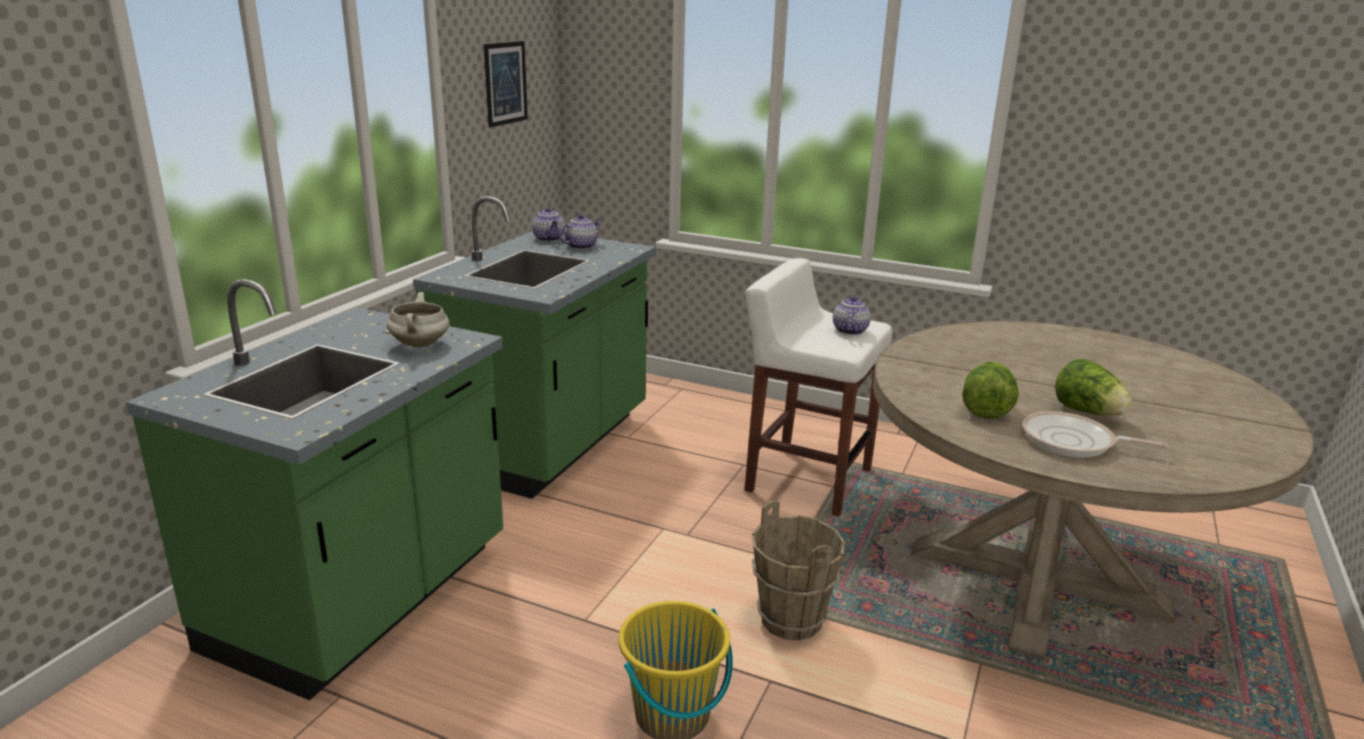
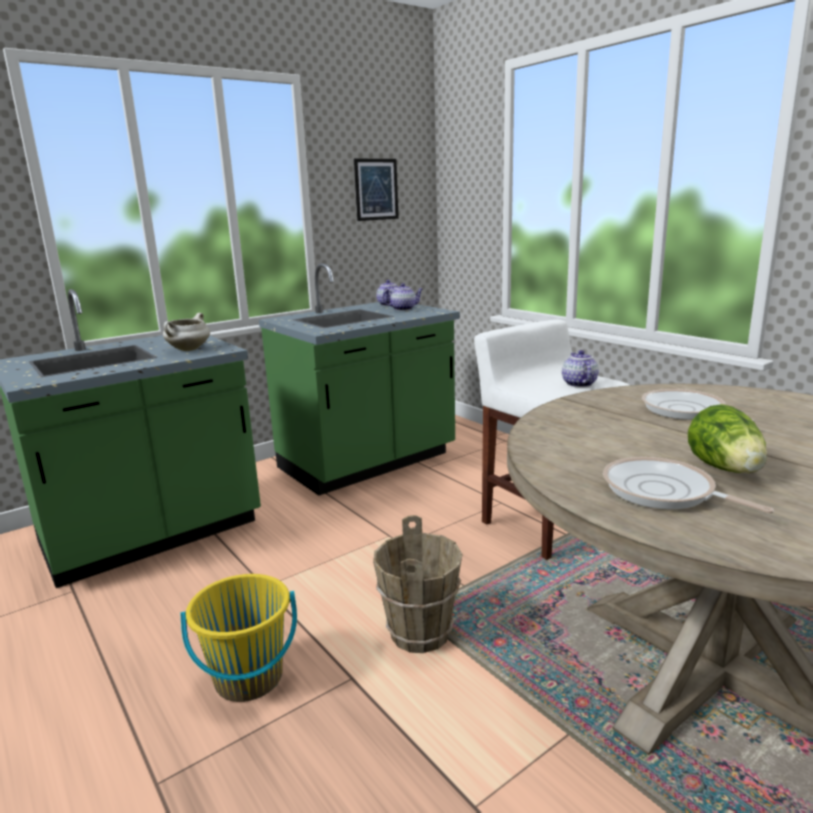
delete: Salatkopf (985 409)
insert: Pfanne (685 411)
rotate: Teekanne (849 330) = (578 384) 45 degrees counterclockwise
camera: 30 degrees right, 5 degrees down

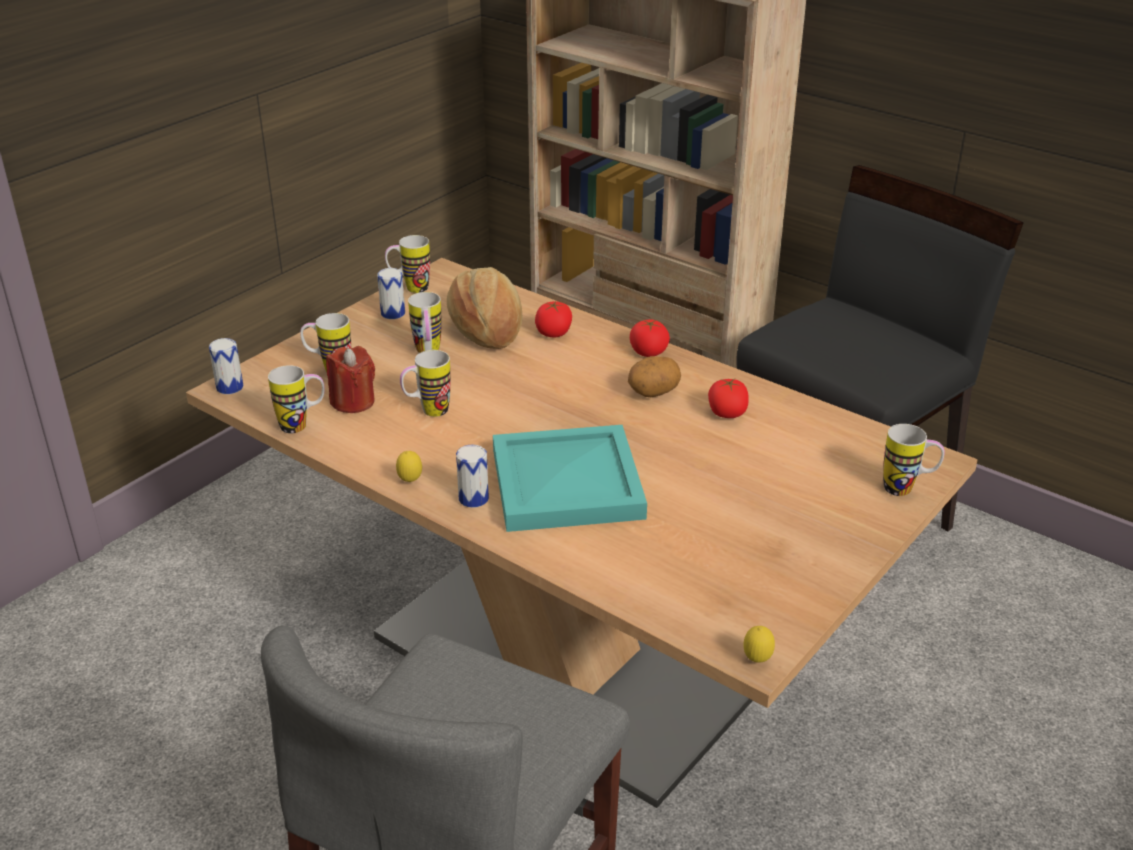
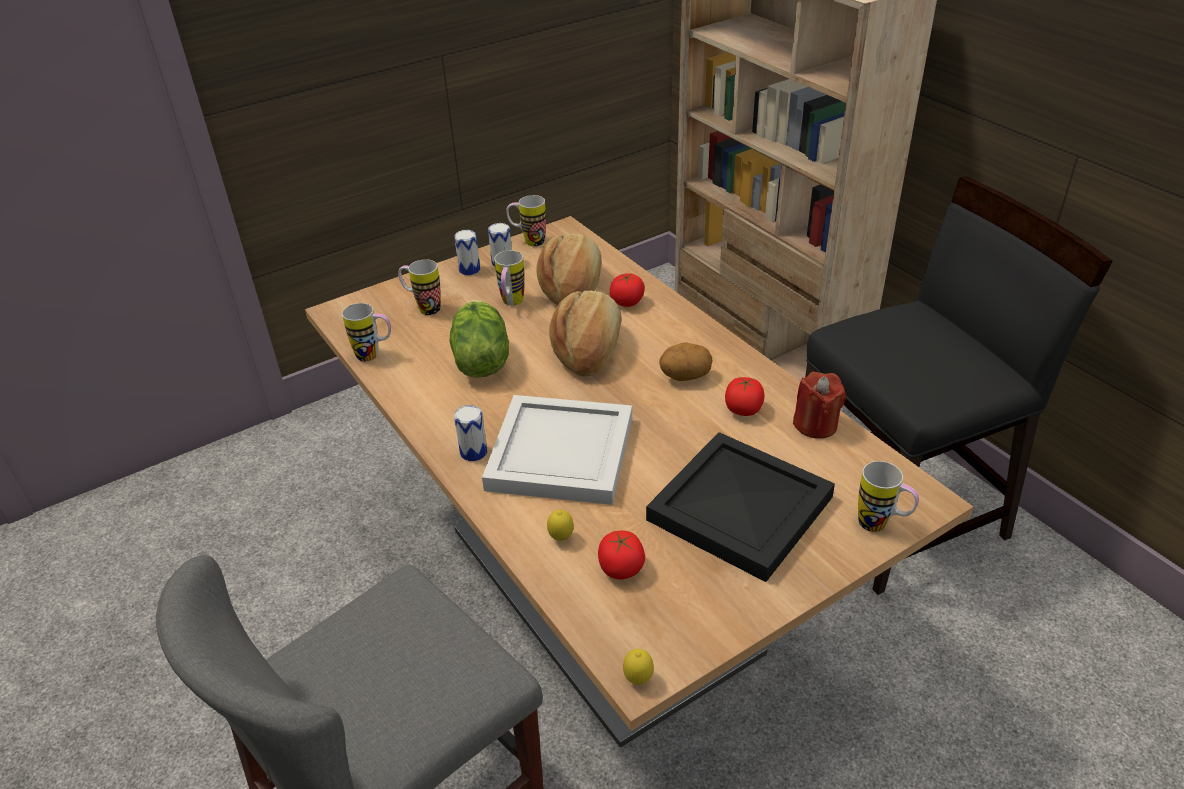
insert: Brot (589 349); Tablett/schwarz (740 511)
move: Dose (229 387) to (469 269); Kerze/rot (353 402) to (815 425); Zitrone (410 481) to (561 538); Tomate (648 352) to (621 568)
replace: Henkelbecher (427 412) to Salatkopf (480 361)
recolor: Tablett/türkis (564 482) to Tablett/weiß (559 452)
camera: 20 degrees right, 5 degrees up

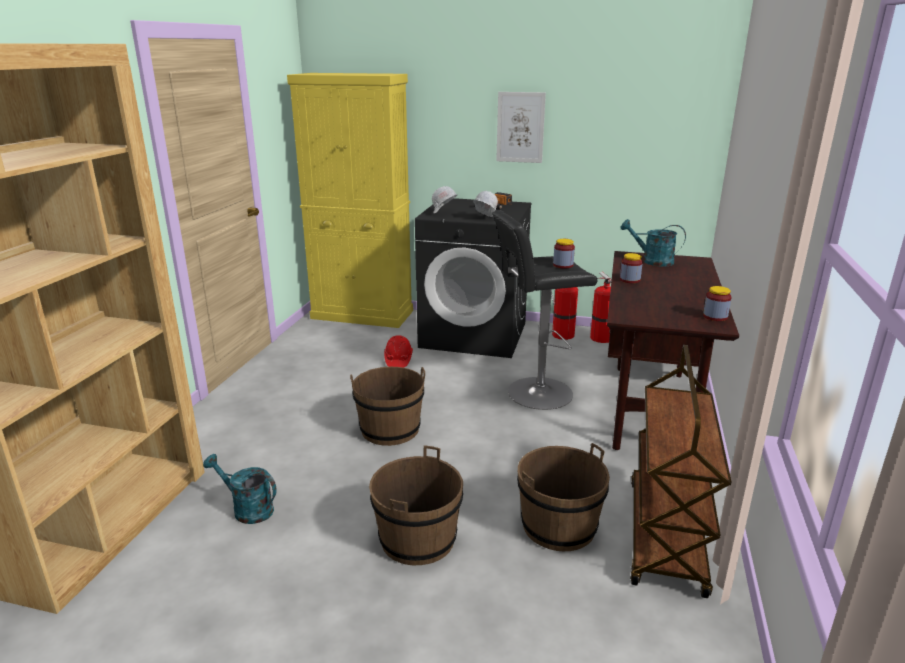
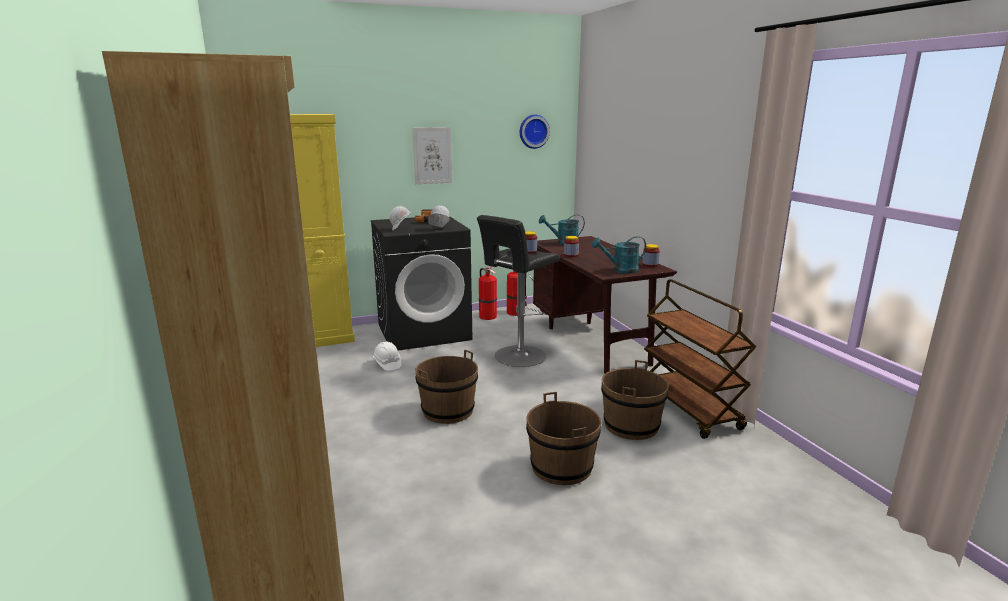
insert: Wanduhr (533 131)
move: Gießkanne/türkis (247 509) to (620 270)
recolor: Schutzhelm/rot (398 360) to Schutzhelm/weiß (387 364)
camera: 35 degrees left, 5 degrees down

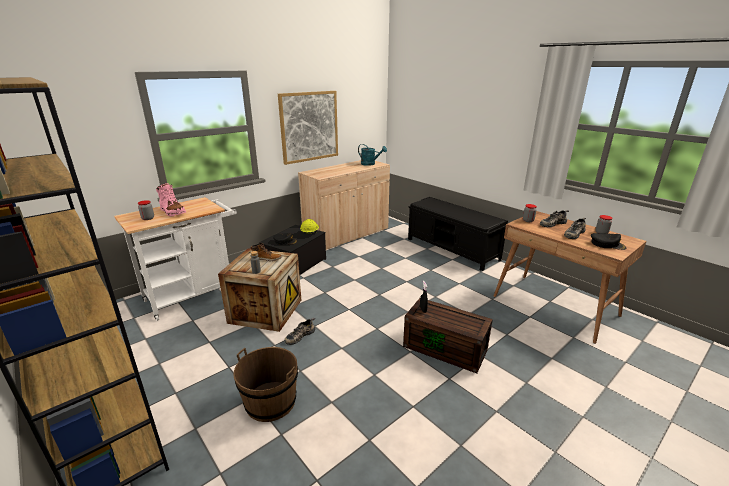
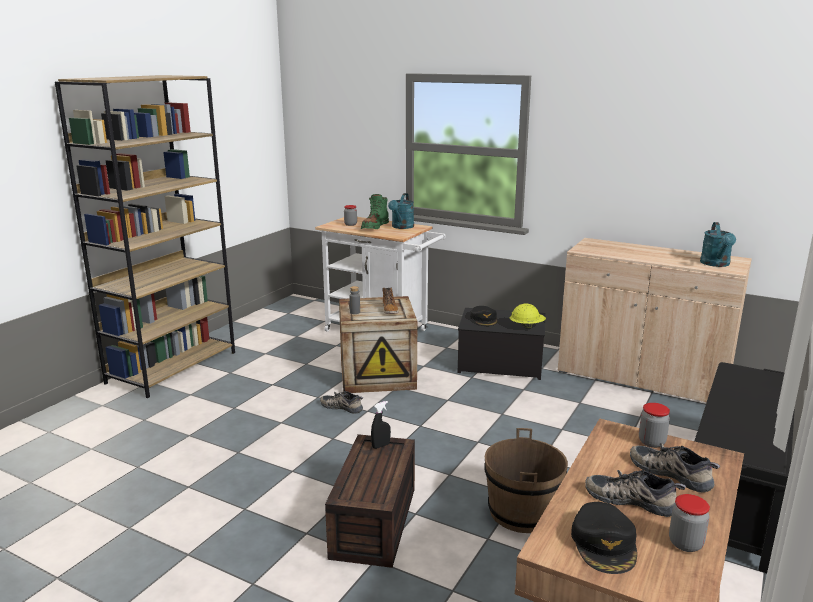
delete: Bild (309 126)
insert: Gießkanne/türkis (401 227)
move: Eimer/braun (270 402) to (522 512)
recolor: Stiefel/rosa (172 212) to Stiefel/grün (375 227)
camera: 70 degrees right, 5 degrees down

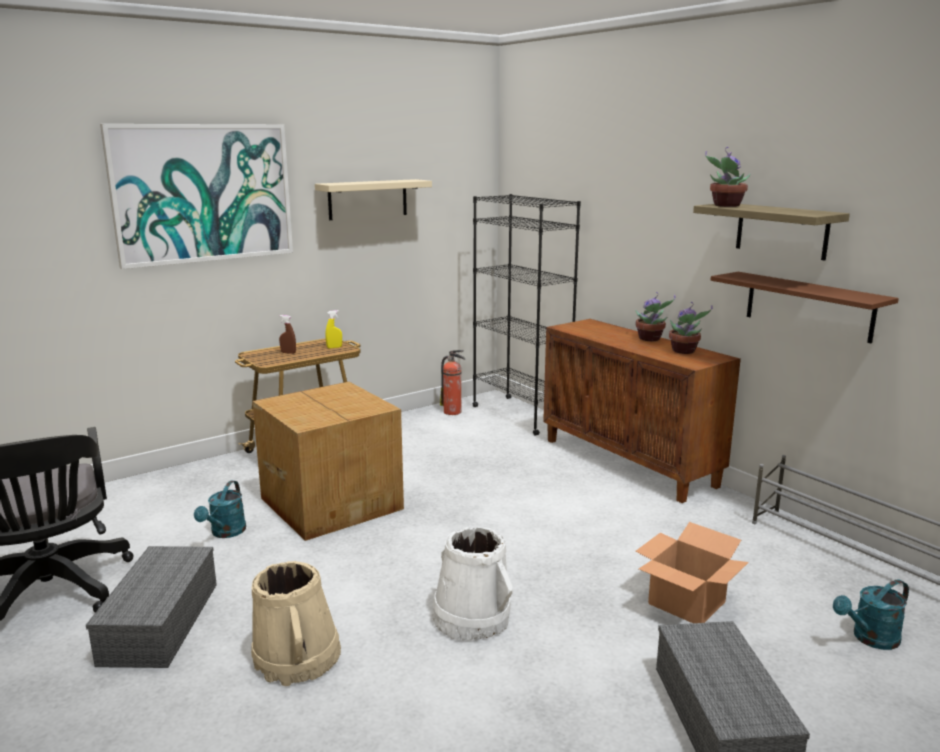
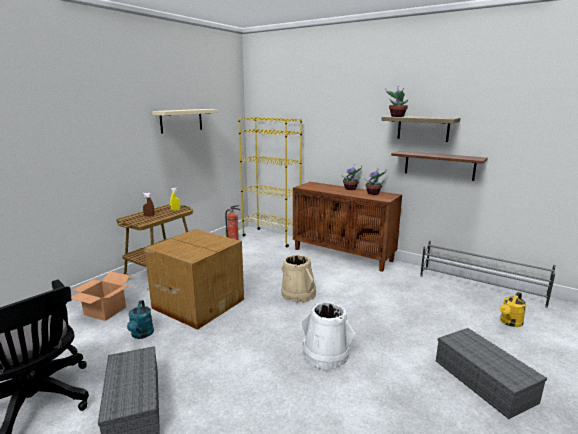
delete: Bild (203 193)
move: Eimer/beige (297 657) to (298 294); Karton (688 603) to (106 311)
recolor: Bücherregal/schwarz (521 415) to Bücherregal/gelb (271 237); Gießkanne/türkis (870 639) to Gießkanne/gelb (510 323)
camera: 20 degrees left, 0 degrees up

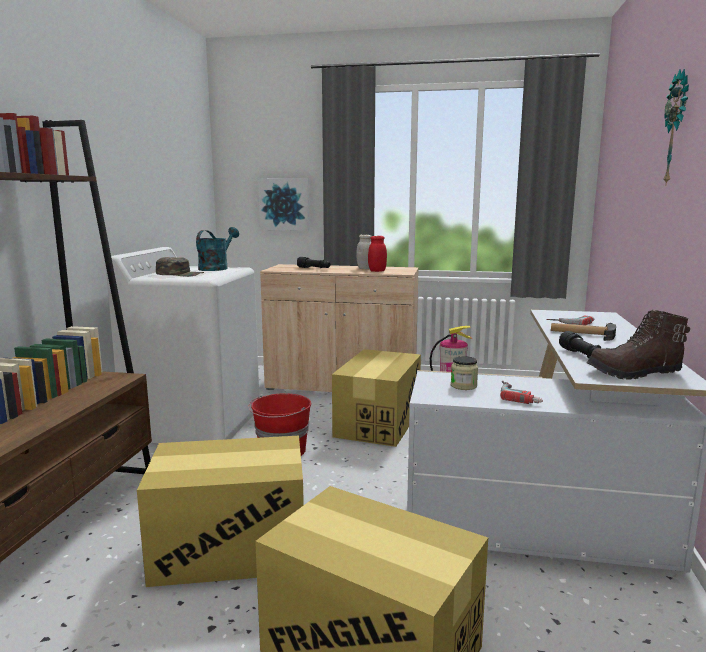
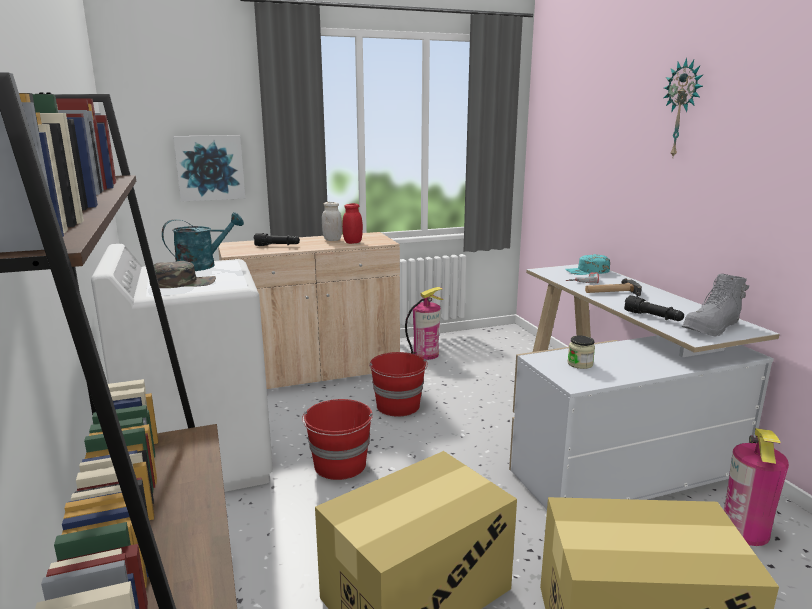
delete: Bohrmaschine (520 395)
insert: Kappe/türkis (587 271); Feuerlöscher (745 531)
replace: Karton (378 423) to Eimer/rot (398 406)
recolor: Stiefel/braun (634 373) to Stiefel/grau (712 328)
rotate: Gießkanne/türkis (216 268) = (203 265) 60 degrees clockwise
camera: 30 degrees left, 5 degrees up

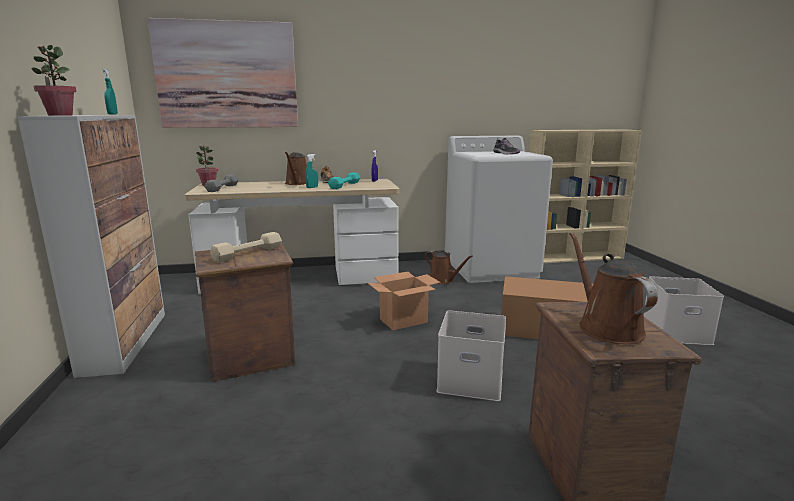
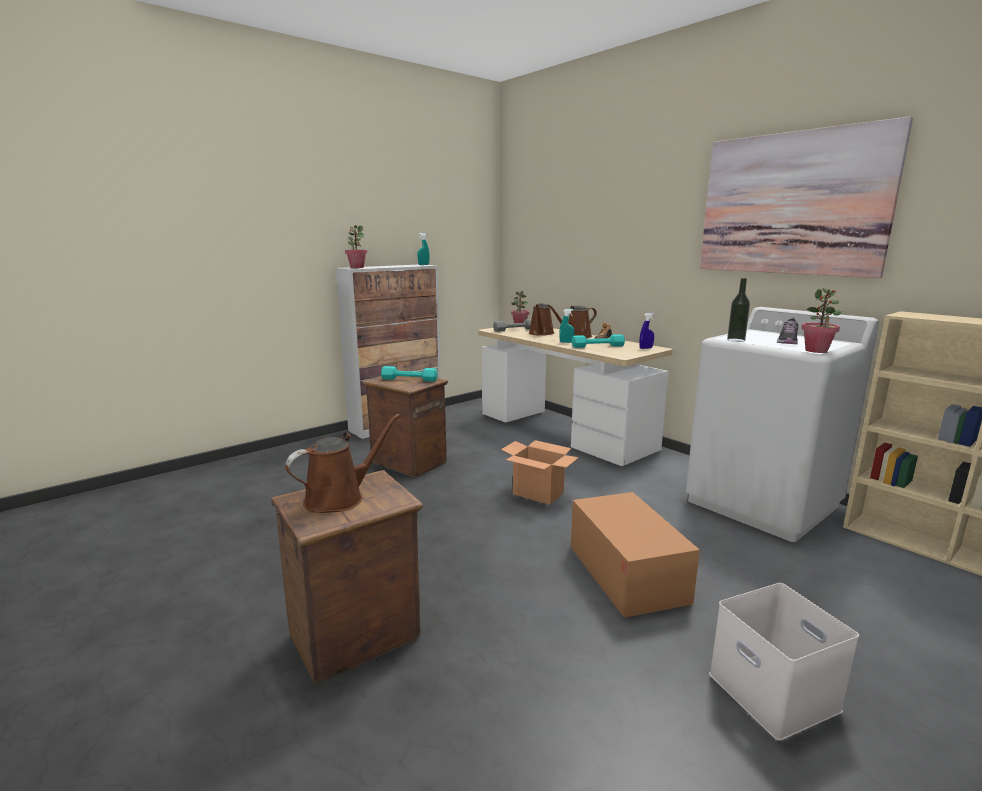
delete: Aufbewahrungsbox/weiß (469 381)
insert: Flasche (736 340); Topfpflanze (816 351)
move: Bild (227 75) to (792 204); Gießkanne/braun (443 280) to (541 333)
recolor: Hantel/beige (248 253) to Hantel/türkis (409 379)
camera: 60 degrees right, 0 degrees up

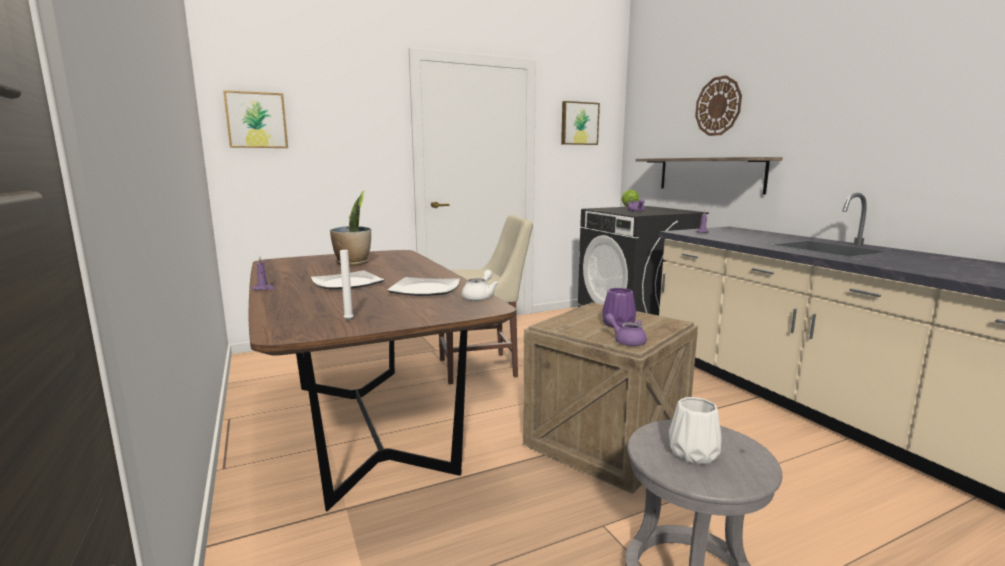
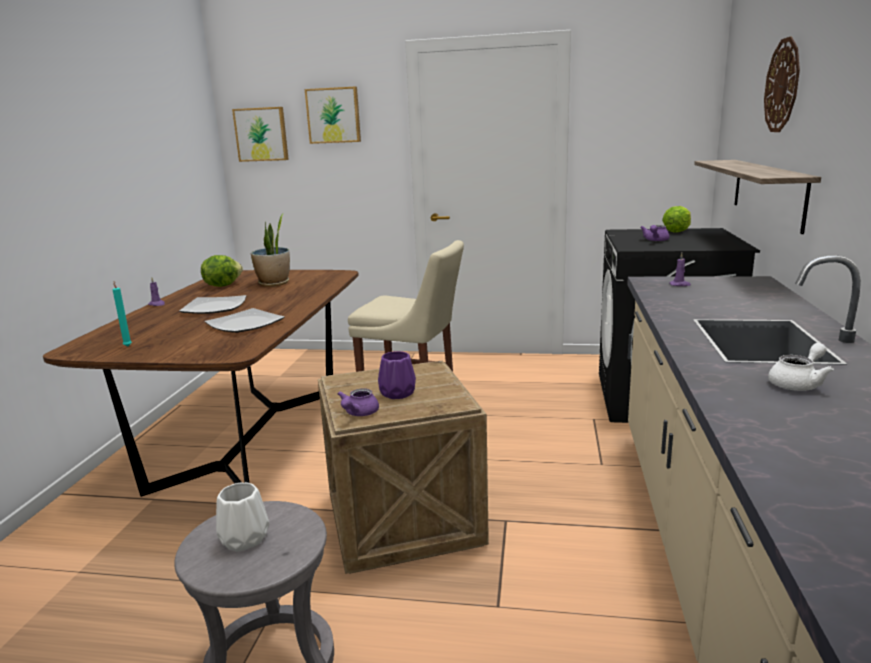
insert: Salatkopf (222 285)
move: Teekanne/weiß (480 297) to (798 383); Bild (579 123) to (334 115)
recolor: Kerze/weiß (347 320) to Kerze/türkis (127 346)
rotate: Teekanne/lila (626 341) = (358 413) 150 degrees counterclockwise
camera: 35 degrees right, 5 degrees up

